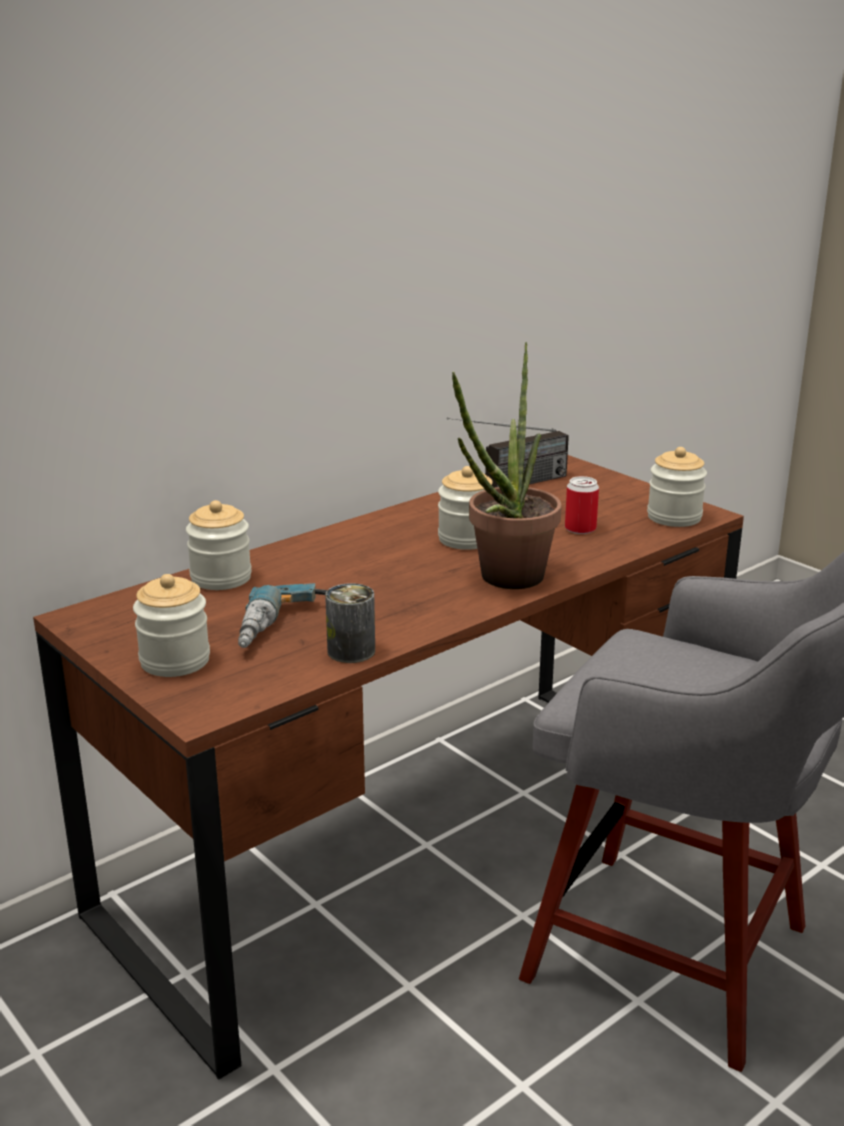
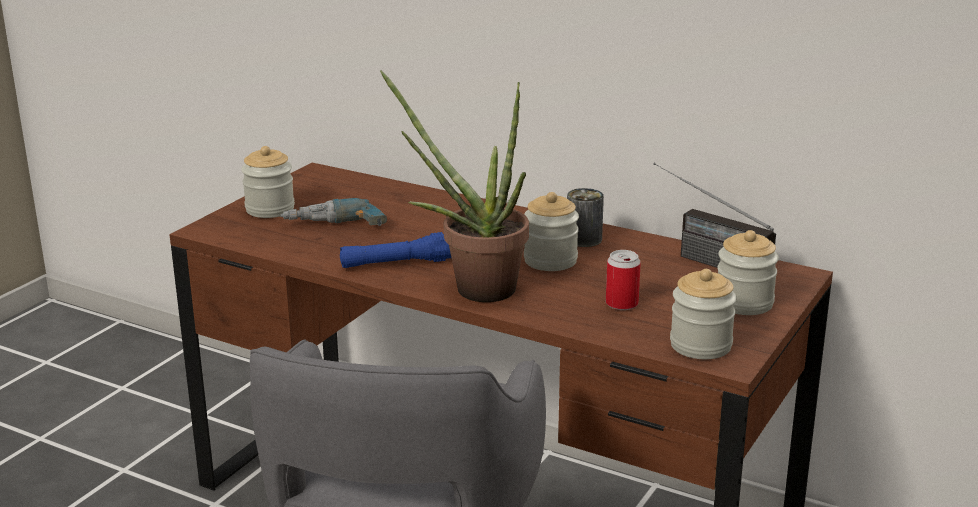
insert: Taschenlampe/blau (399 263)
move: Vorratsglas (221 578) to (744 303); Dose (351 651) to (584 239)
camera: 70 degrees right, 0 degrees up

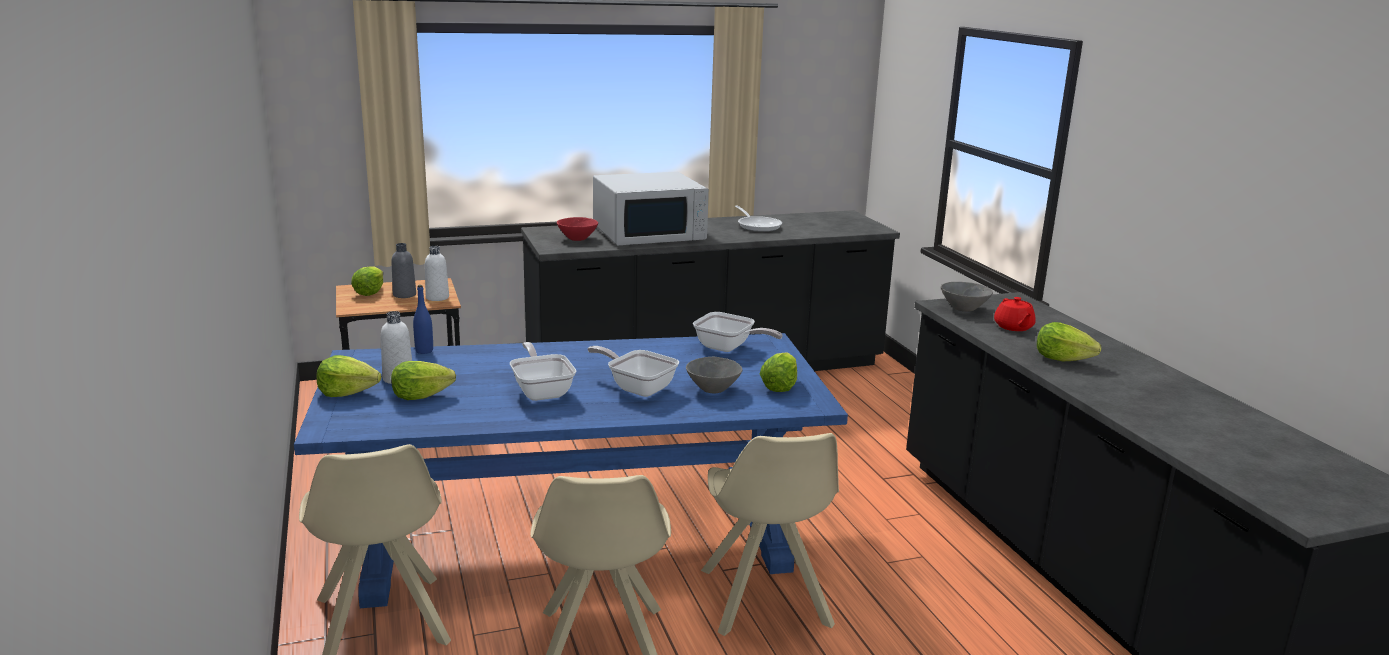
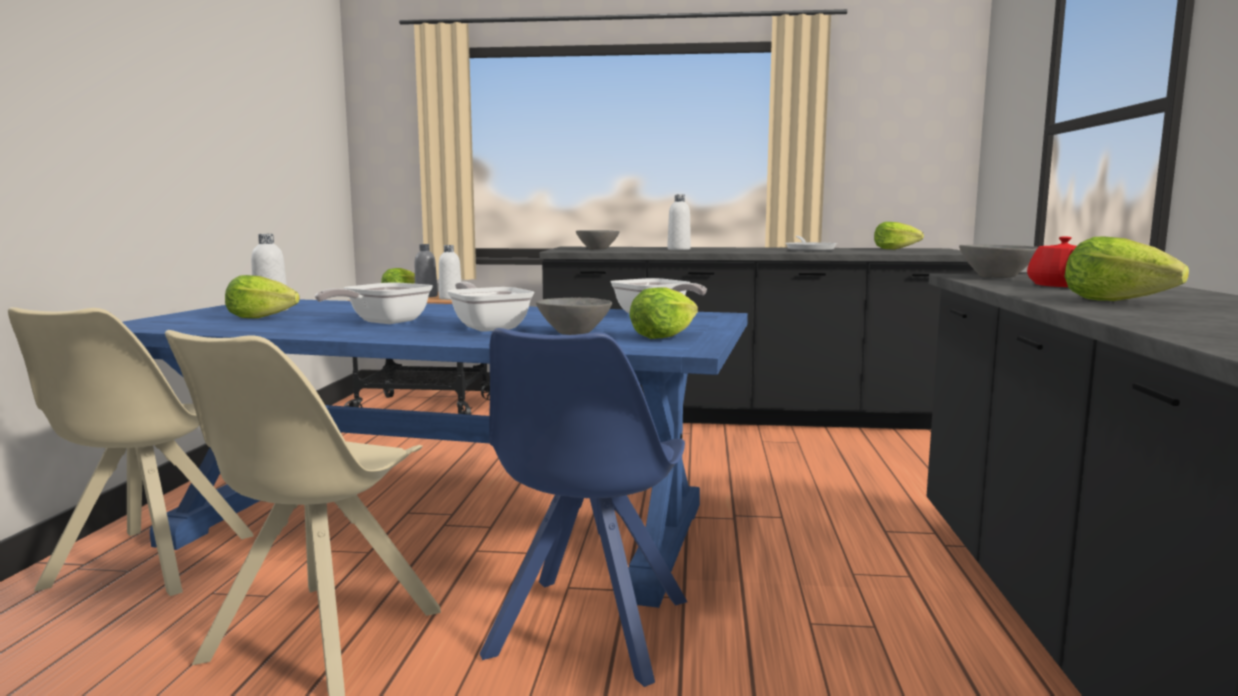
delete: Flasche/blau (424 351)
move: Salatkopf (347 392) to (895 249)
replace: Mikrowelle/weiß (650 233) to Flasche/weiß (679 249)
recolor: Schüssel/rot (578 238) to Schüssel/grau (598 249); Stuhl/beige (765 600) to Stuhl/blau (587 631)
rotate: Pfanne (542 391) = (382 322) 150 degrees counterclockwise
camera: 25 degrees right, 10 degrees down

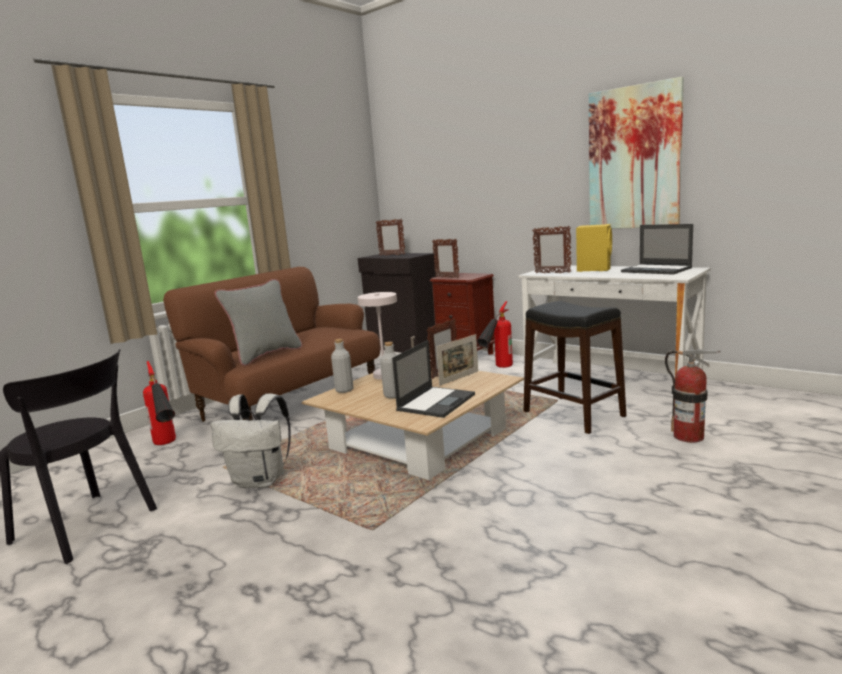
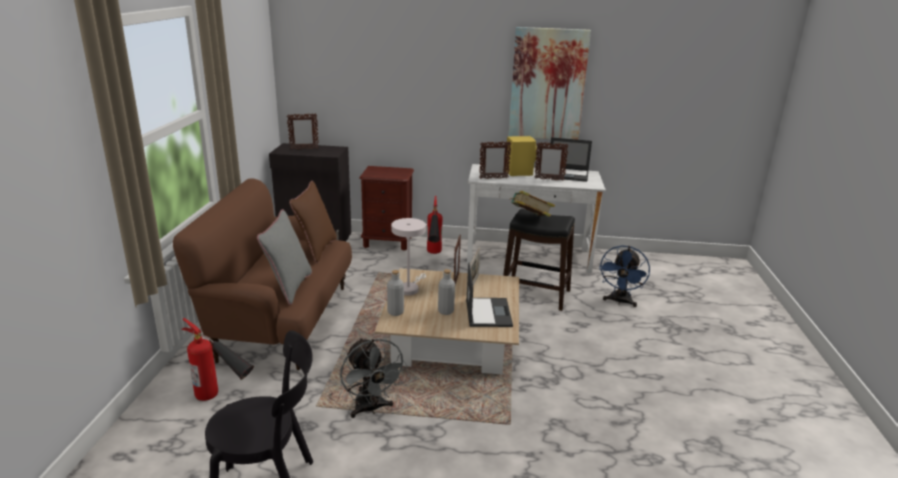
insert: Kissen/braun (316 249); Buch (529 219)
move: Bilderrahmen (447 277) to (549 179)
replace: Rucksack/weiß (261 480) to Ventilator/grau (371 409); Feuerlöscher (688 436) to Ventilator/blau (619 301)
camera: 35 degrees left, 10 degrees up

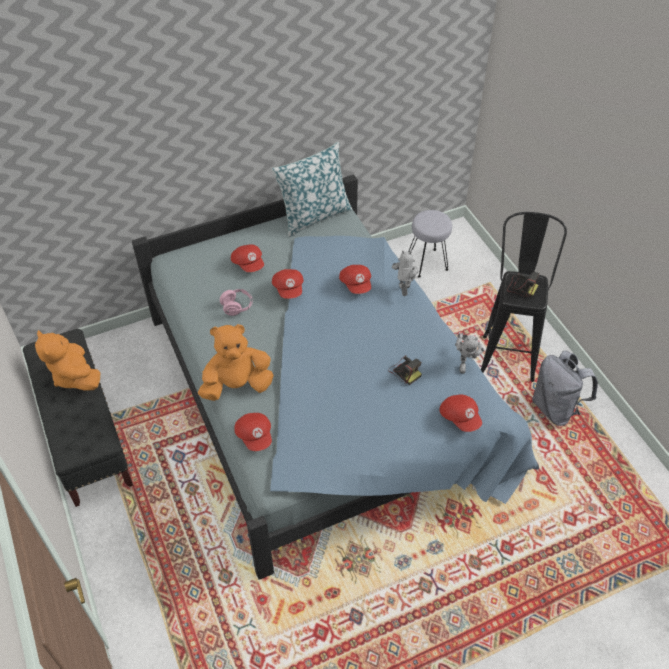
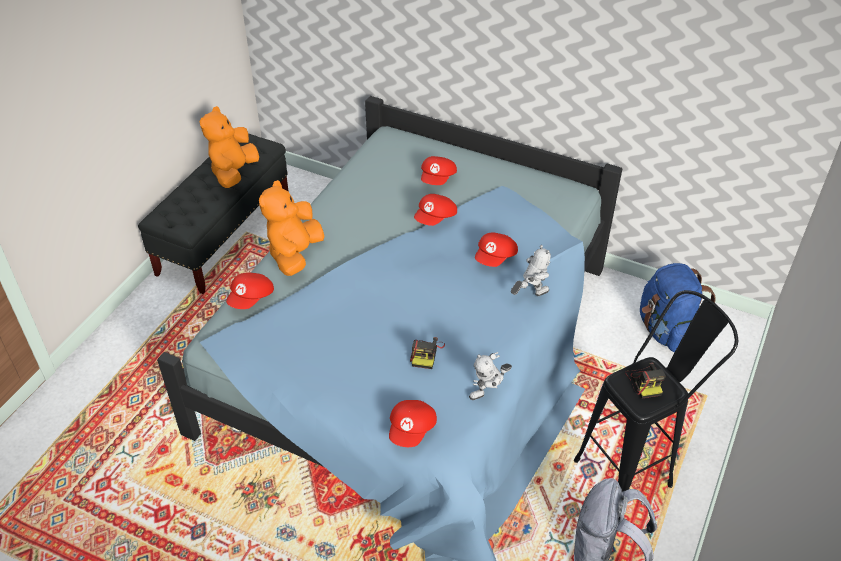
delete: Kopfhörer/rosa (237 307); Kissen (314 215)
replace: Hocker/grau (428 263) to Rucksack/blau (666 330)
rotate: Plüschtier/orange (237 385) = (295 254) 105 degrees counterclockwise
camera: 50 degrees right, 5 degrees down

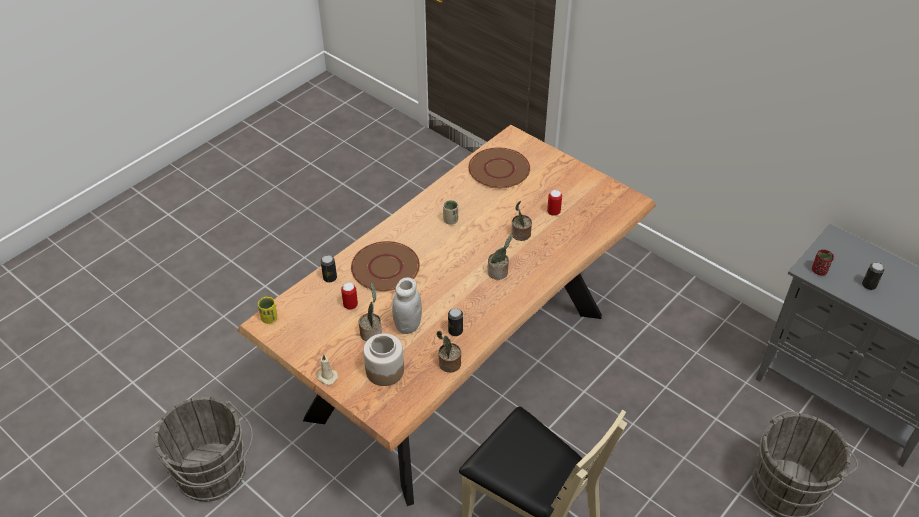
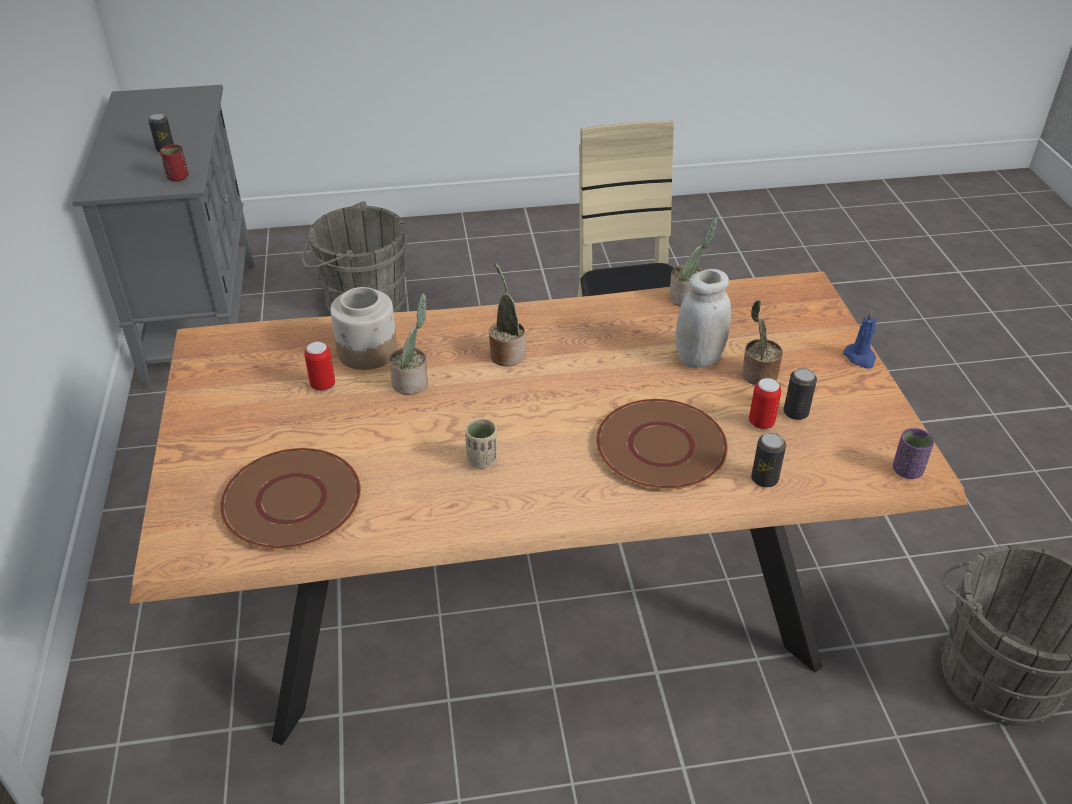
move: Vorratsglas (384 370) to (367 352); Dose (455 331) to (795 413)
recolor: Tasse/gelb (269 318) to Tasse/lila (907 470); Kerze/beige (326 377) to Kerze/blau (860 358)
camera: 140 degrees left, 5 degrees down

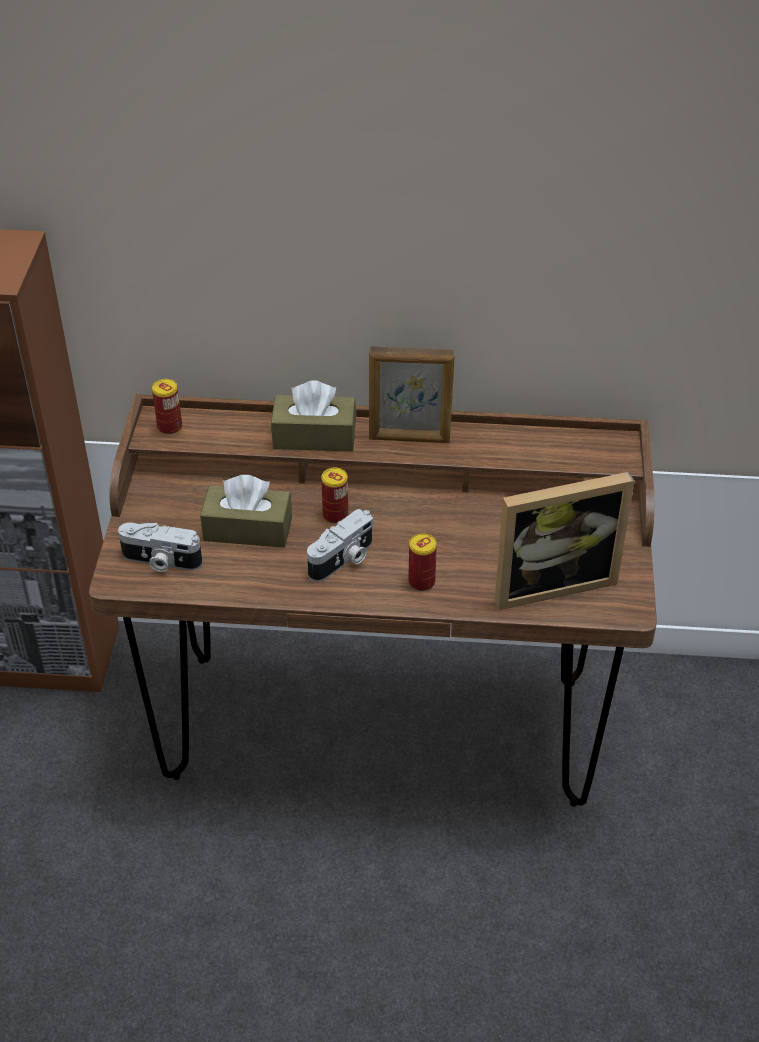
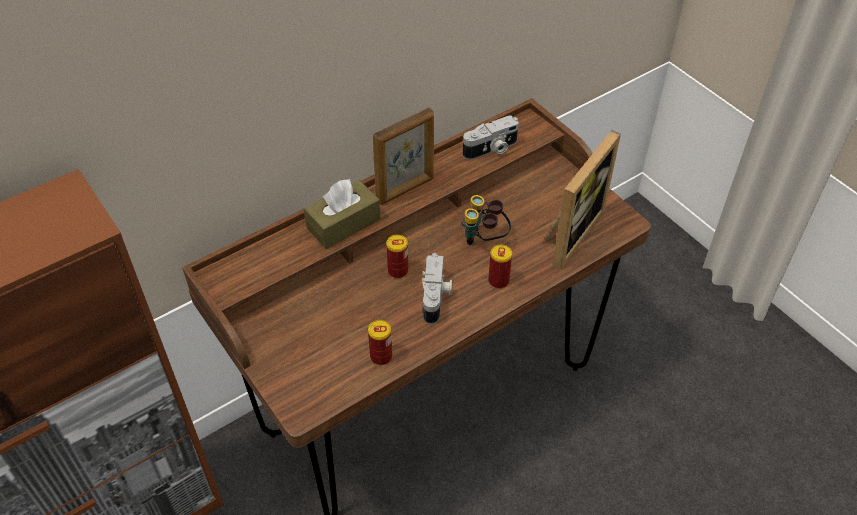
delete: Taschentuchbox/braun (248 529)
insert: Fernglas (484 239)
move: Kamera (160 561) to (491 149); Dose (169 427) to (381 356)
camera: 40 degrees left, 5 degrees up

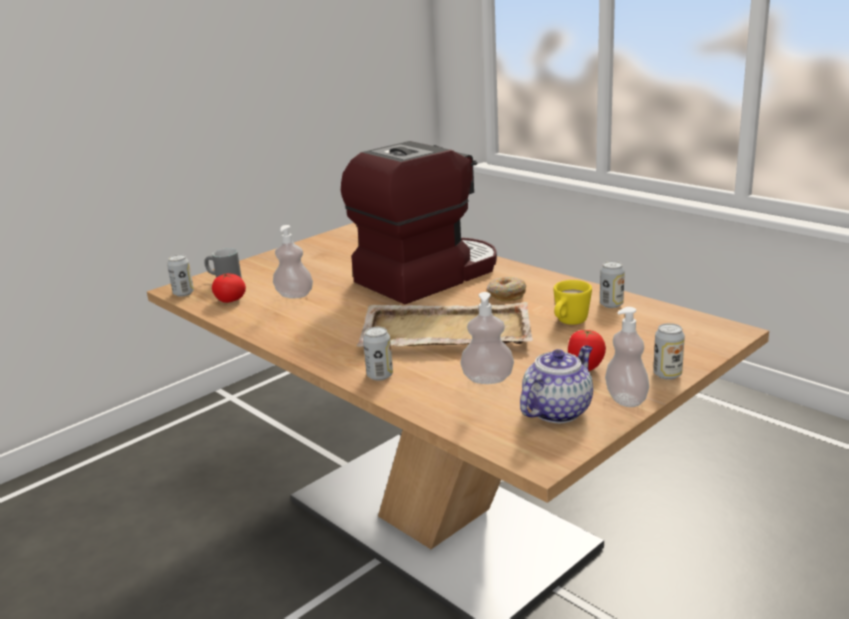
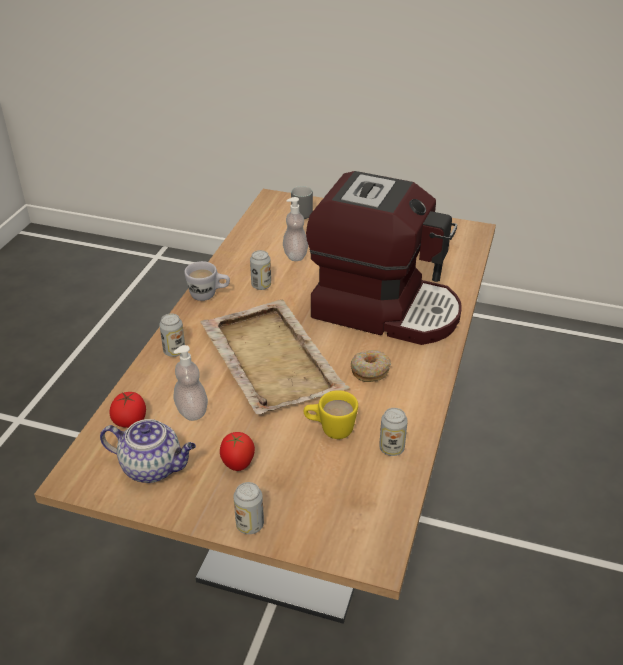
delete: Seifenspender (626 399)
insert: Henkelbecher/weiß (209 295)
move: Dose (183 293) to (261 285); Tomate (230 300) to (130 420)
camera: 60 degrees right, 15 degrees up

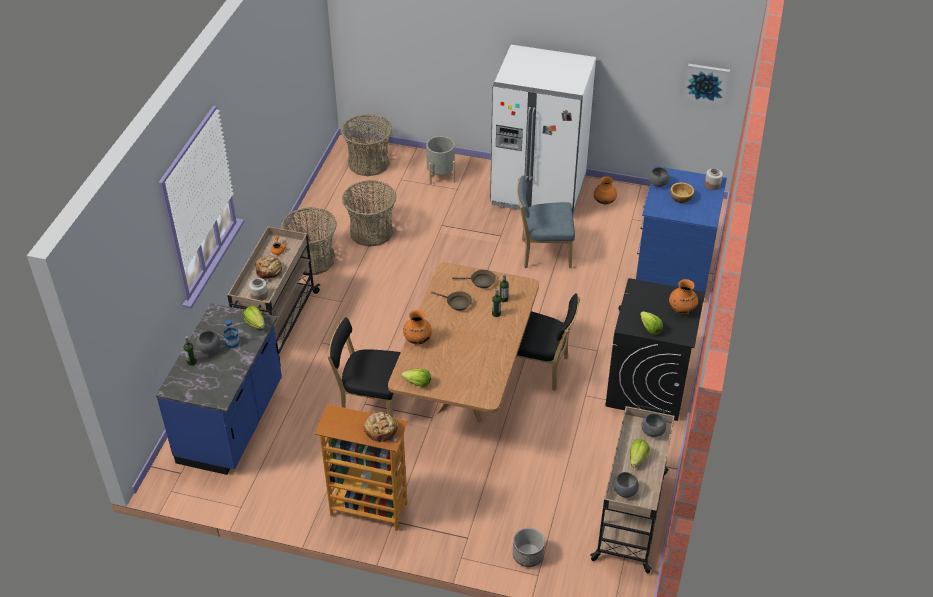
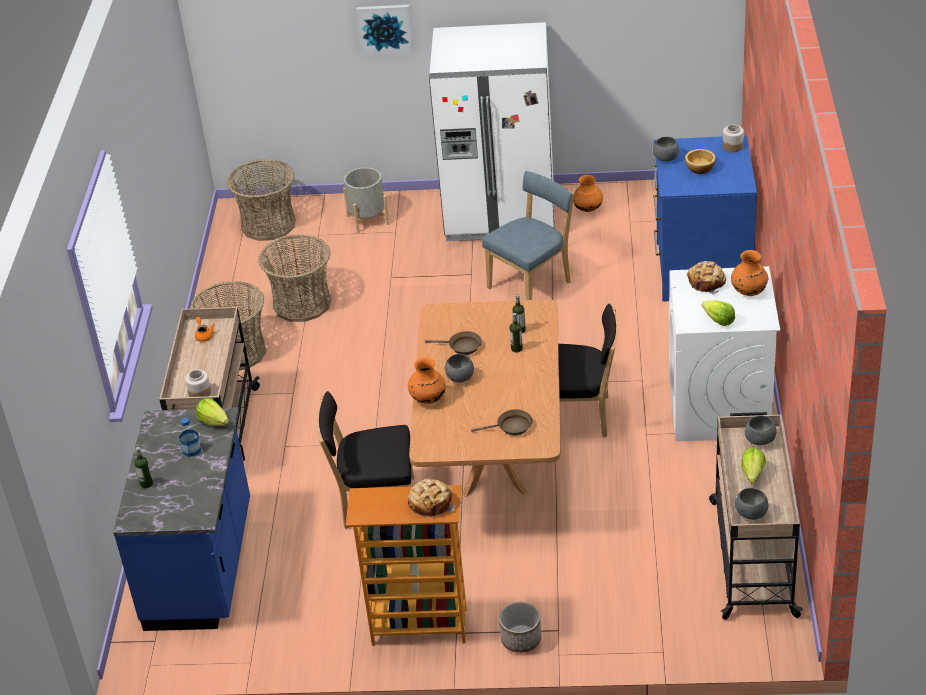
delete: Salatkopf (417 383)
move: Schüssel/grau (209 349) to (460 378); Brot (269 271) to (707 282); Pfanne/braun (480 282) to (511 427); Pflanzkübel (528 555) to (521 639); Bild (706 84) to (385 29)
recolor: Waschmaschine/schwarz (647 386) to Waschmaschine/weiß (719 407)
rotate: Stuhl/blau (543 253) = (532 283) 150 degrees clockwise
camera: 10 degrees left, 5 degrees down

